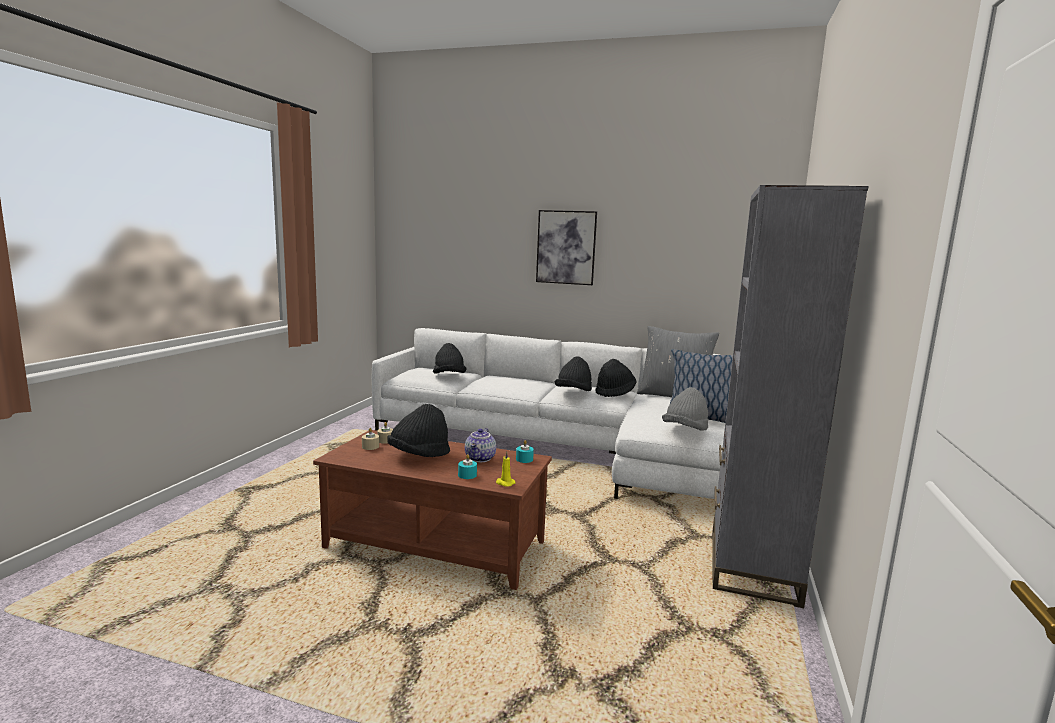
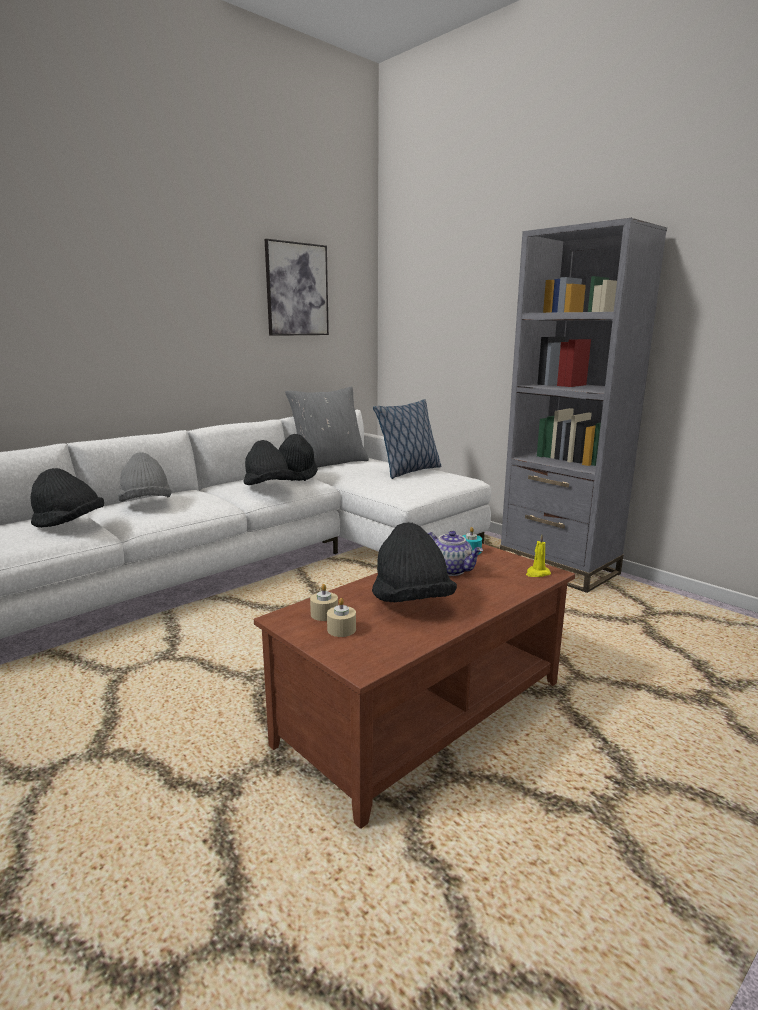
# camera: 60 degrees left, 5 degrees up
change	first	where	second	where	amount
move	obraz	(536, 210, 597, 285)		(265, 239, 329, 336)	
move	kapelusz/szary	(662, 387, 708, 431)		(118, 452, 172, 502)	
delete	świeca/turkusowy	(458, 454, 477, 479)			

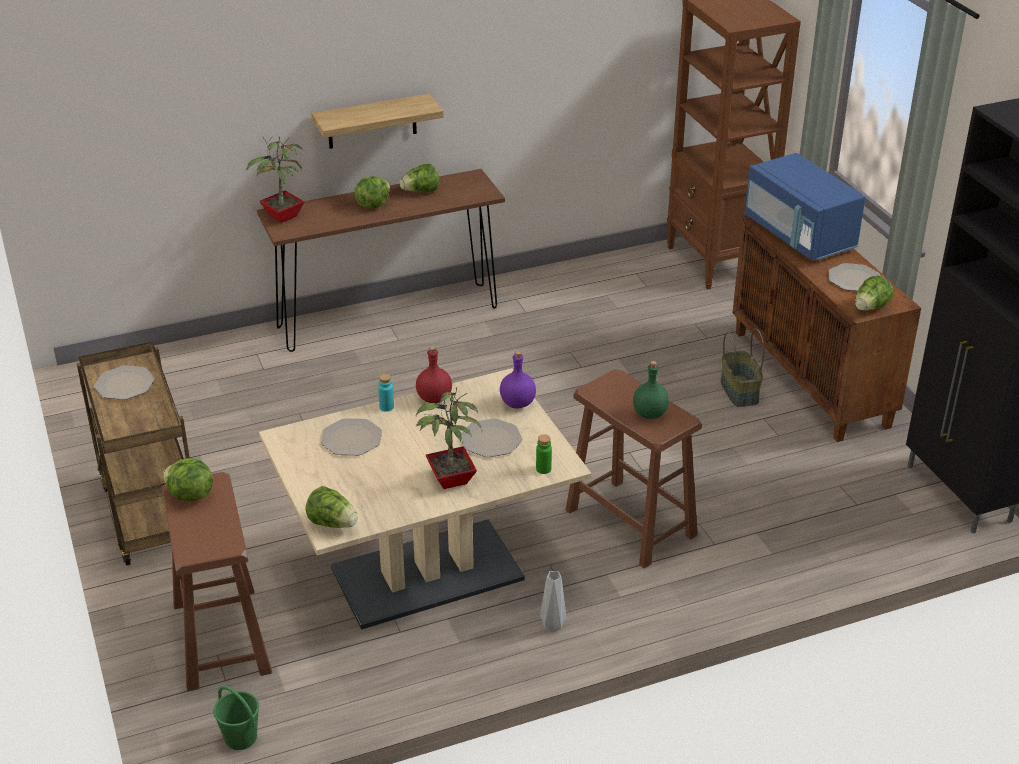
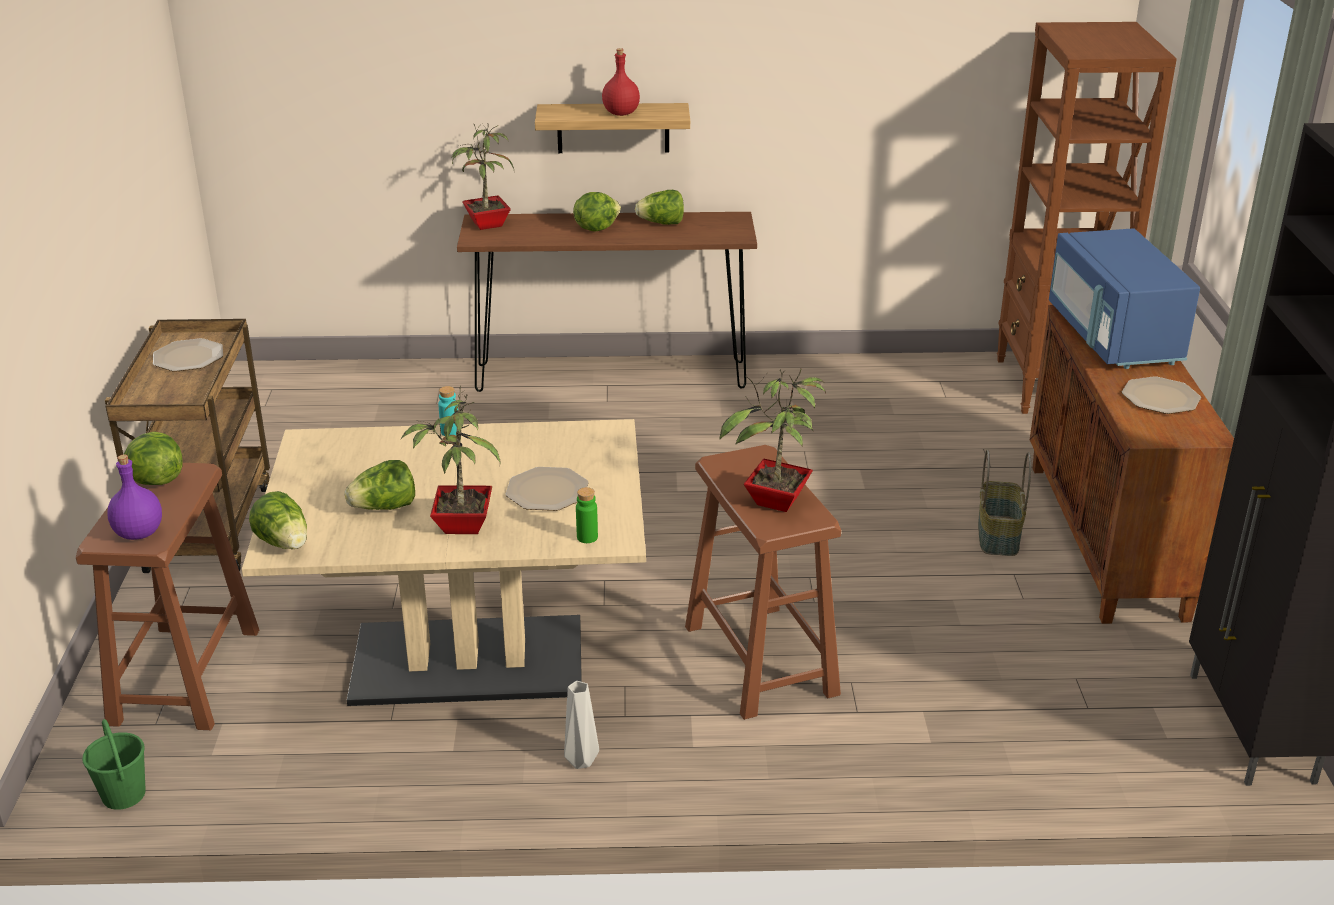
# camera: 20 degrees right, 5 degrees down
change	first	where	second	where	amount
move	sałata	(855, 276, 894, 311)		(344, 460, 415, 510)	
move	butelka/czerwony	(416, 346, 452, 403)		(602, 48, 640, 116)	
move	butelka/fioletowy	(500, 351, 536, 409)		(107, 454, 162, 540)	
replace	butelka/zielony	(633, 361, 669, 419)	roślina doniczkowa	(719, 368, 826, 512)	
delete	talerz	(321, 418, 382, 455)			

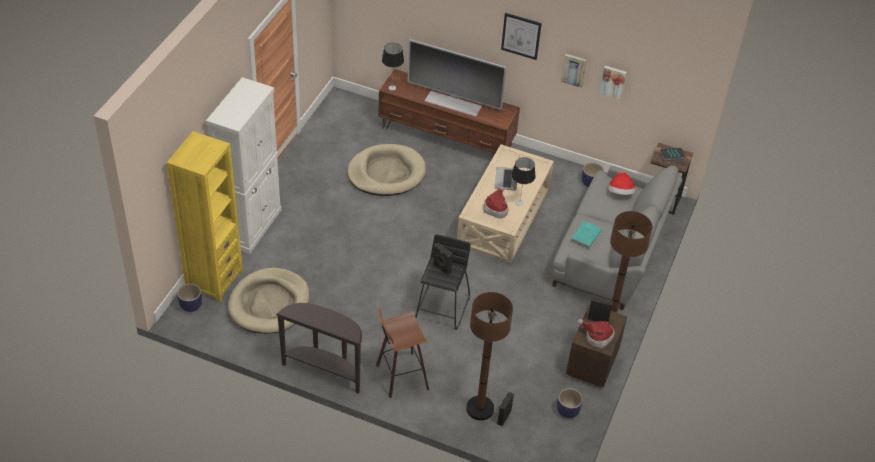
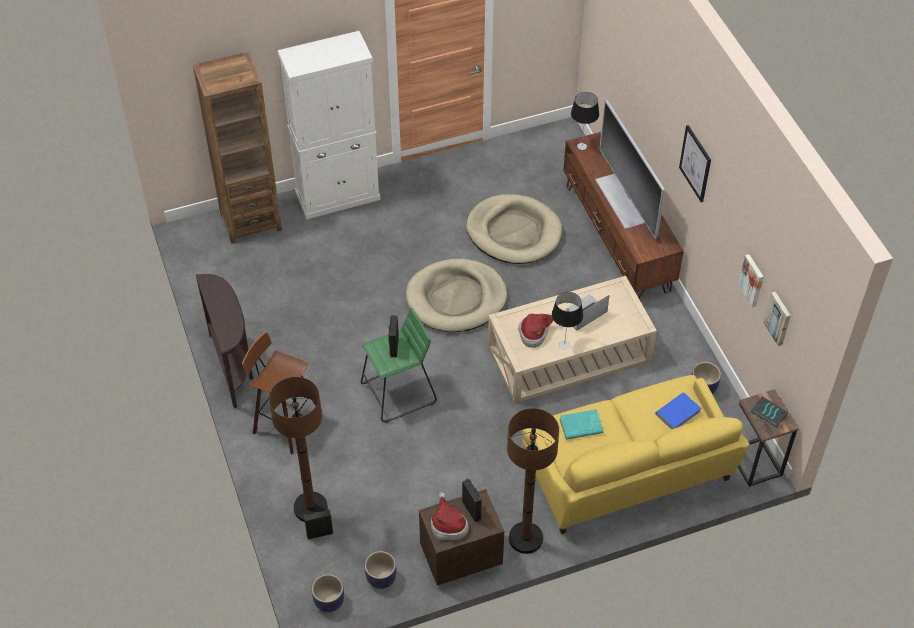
# camera: 50 degrees right, 5 degrees up
change	first	where	second	where	amount
move	obraz	(561, 54, 587, 88)		(763, 292, 791, 346)	
recolor	regał/żółty	(167, 131, 243, 303)	regał/brązowy	(193, 52, 282, 244)	
recolor	kanapa/szary	(552, 165, 683, 310)	kanapa/żółty	(522, 375, 750, 534)	
replace	kapelusz	(608, 172, 635, 195)	książka/niebieski	(655, 393, 701, 430)	
recolor	stołek/czarny	(415, 234, 470, 330)	stołek/zielony	(361, 308, 437, 423)	
move	legowisko/beżowy	(228, 268, 310, 334)		(406, 259, 507, 332)	
move	donica	(177, 283, 202, 312)		(312, 574, 344, 612)	

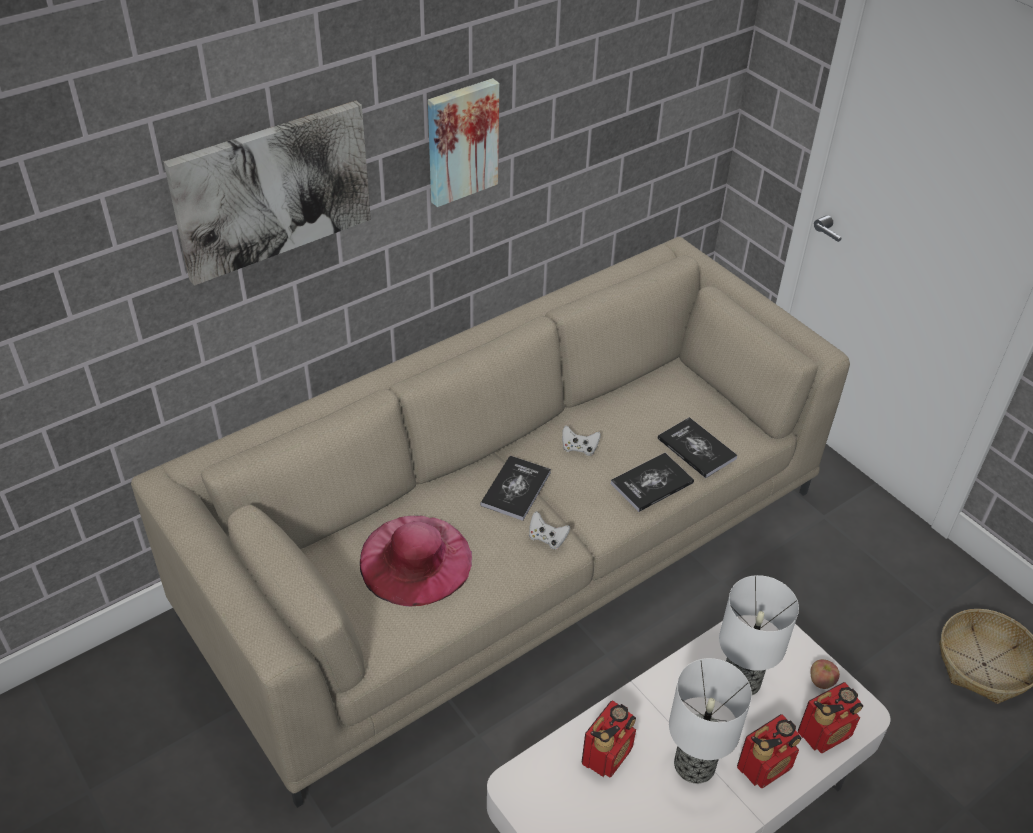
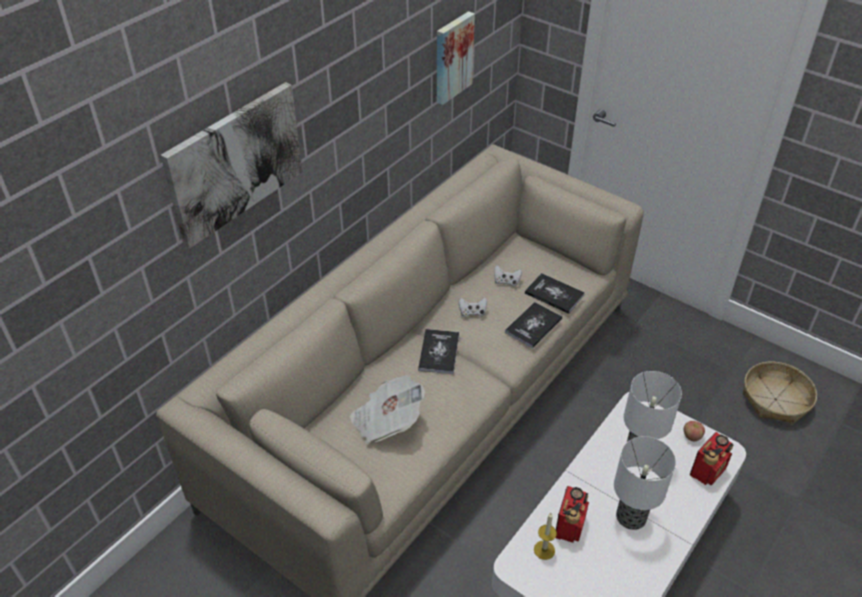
# camera: 15 degrees left, 0 degrees up
change	first	where	second	where	amount
move	obraz	(428, 78, 499, 207)		(437, 11, 475, 105)	
move	pad do gier/biały	(529, 511, 570, 549)		(494, 265, 522, 287)	
replace	kapelusz/różowy	(360, 516, 472, 606)	gazeta	(350, 375, 426, 444)	
delete	radio	(737, 714, 802, 788)			
insert			świeca	(534, 513, 557, 560)	

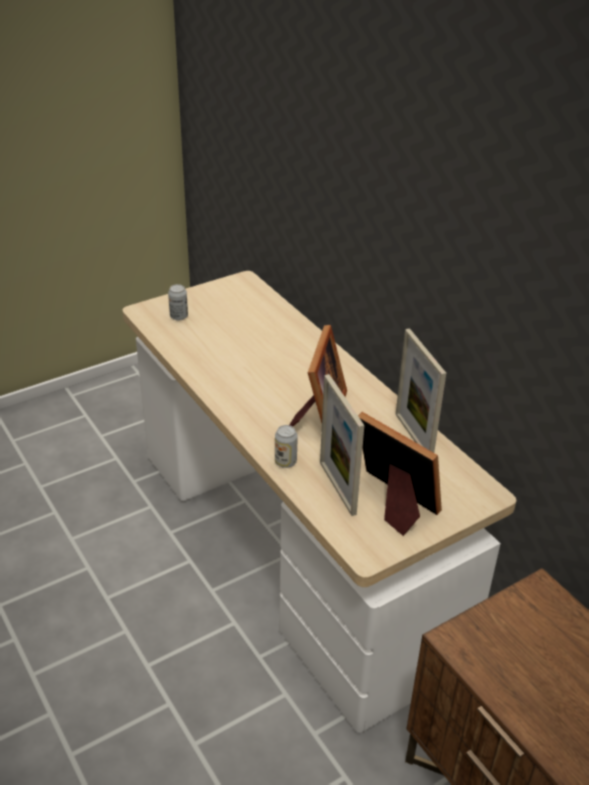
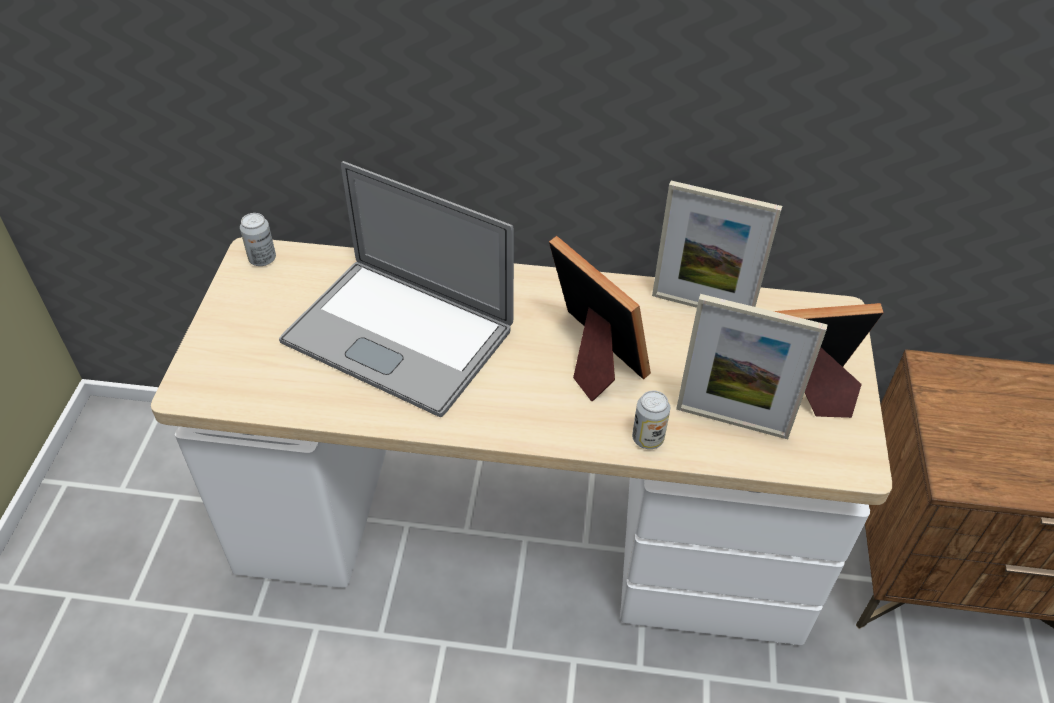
# camera: 50 degrees left, 10 degrees up
change	first	where	second	where	amount
move	puszka	(168, 284, 188, 321)		(240, 213, 276, 266)	
insert			laptop	(279, 161, 514, 417)	

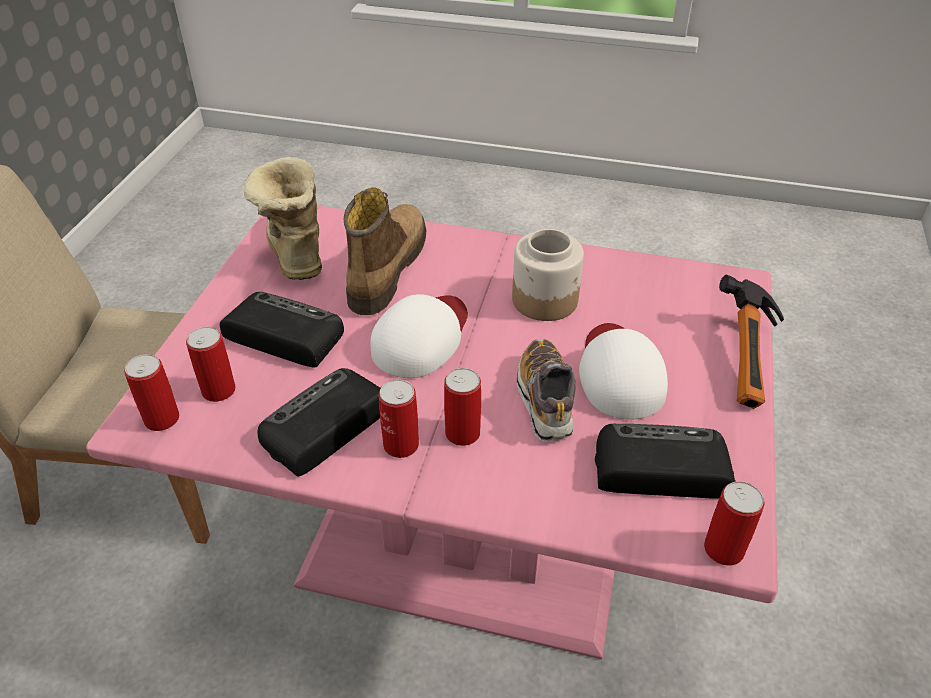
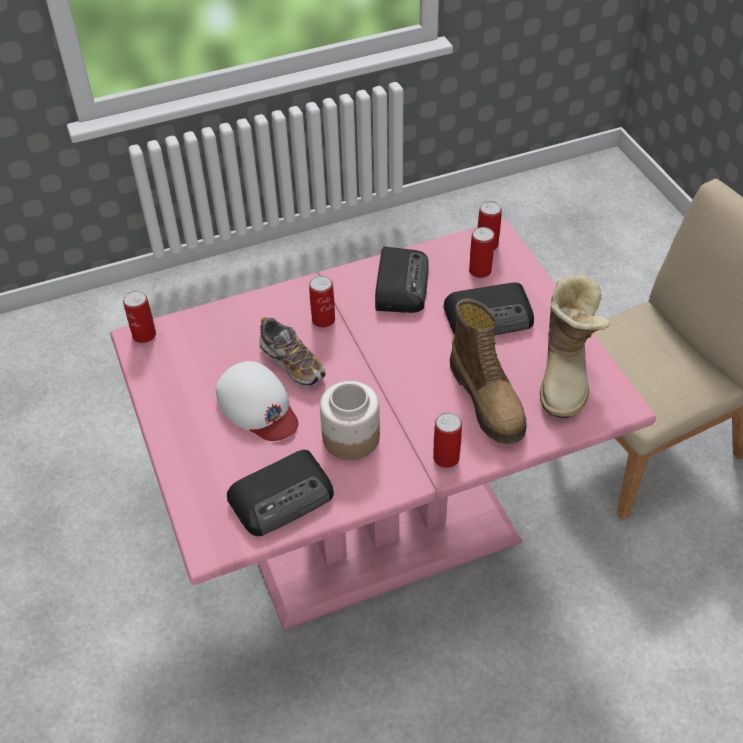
# camera: 145 degrees right, 5 degrees up
change	first	where	second	where	amount
rotate	but z cholewką	(244, 157, 322, 280)		(540, 273, 610, 418)	60 degrees clockwise
delete	młotek	(719, 274, 784, 409)			
delete	czapka z daszkiem/biały	(370, 294, 468, 378)			
move	puszka	(378, 379, 419, 458)		(433, 412, 462, 468)	
move	radio	(595, 424, 735, 499)		(227, 450, 334, 536)	

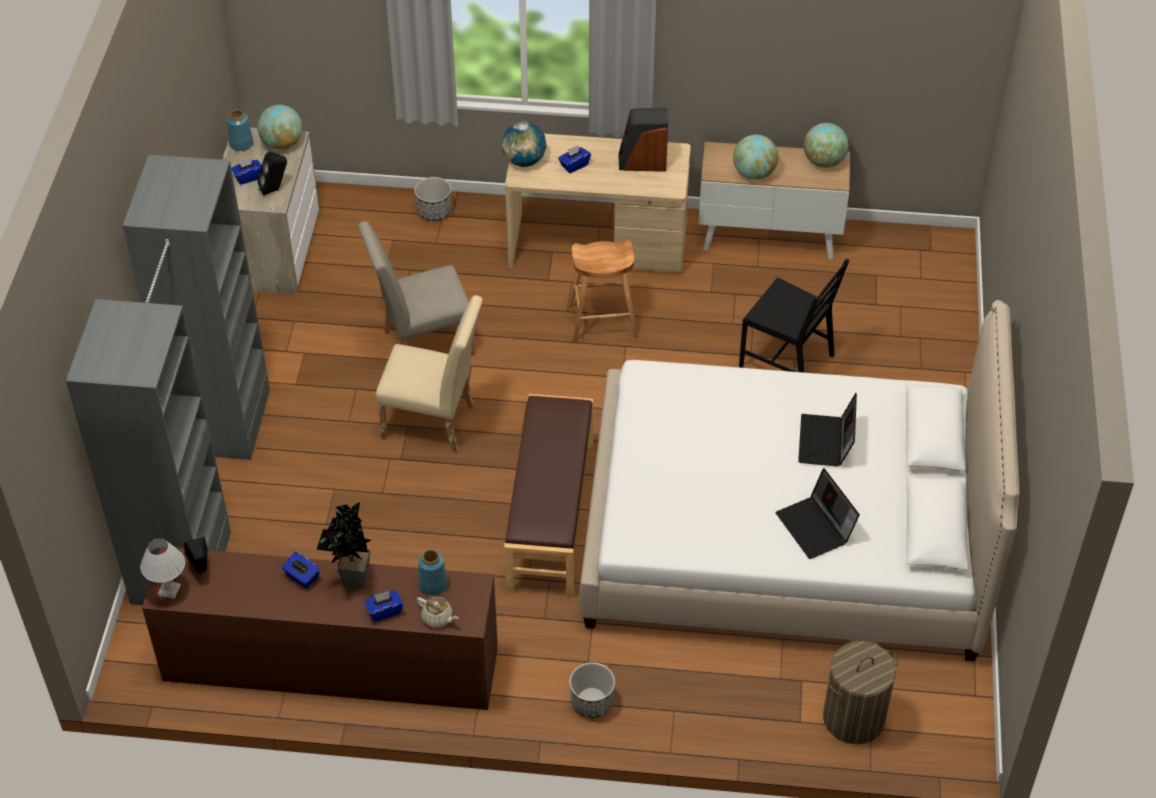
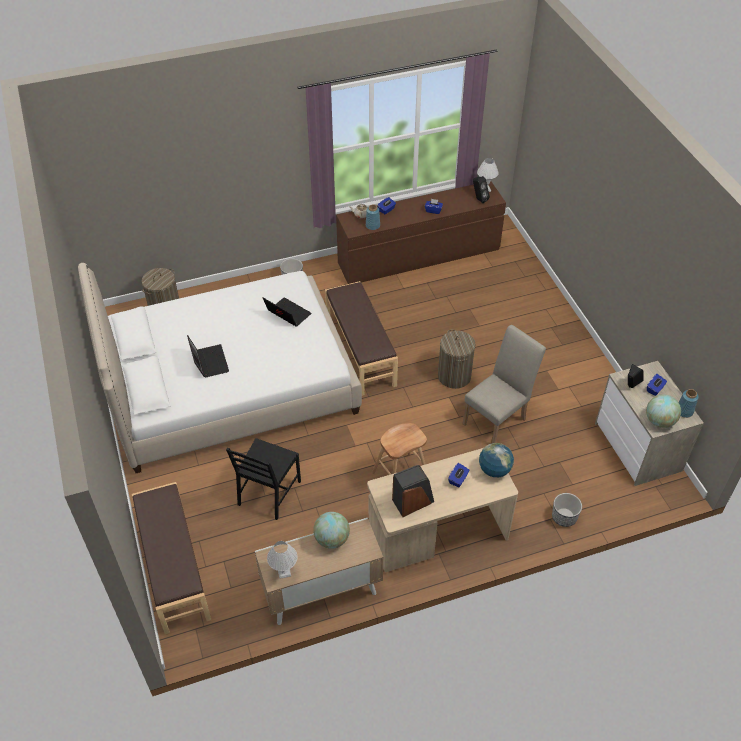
# camera: 155 degrees right, 0 degrees up
change	first	where	second	where	amount
replace	globus	(804, 123, 849, 168)	lampa stołowa/biały	(267, 541, 297, 579)	
delete	szafa/szary	(66, 155, 270, 605)			
rotate	krzesło/czarny	(739, 258, 849, 373)		(226, 438, 301, 520)	75 degrees counterclockwise
replace	krzesło/beżowy	(376, 295, 483, 452)	kosz na pranie	(438, 329, 475, 389)	
move	laptop	(775, 468, 860, 559)		(263, 297, 312, 327)	
delete	roślina doniczkowa	(316, 503, 371, 589)			
insert			ławka/brązowy	(132, 482, 211, 634)	

